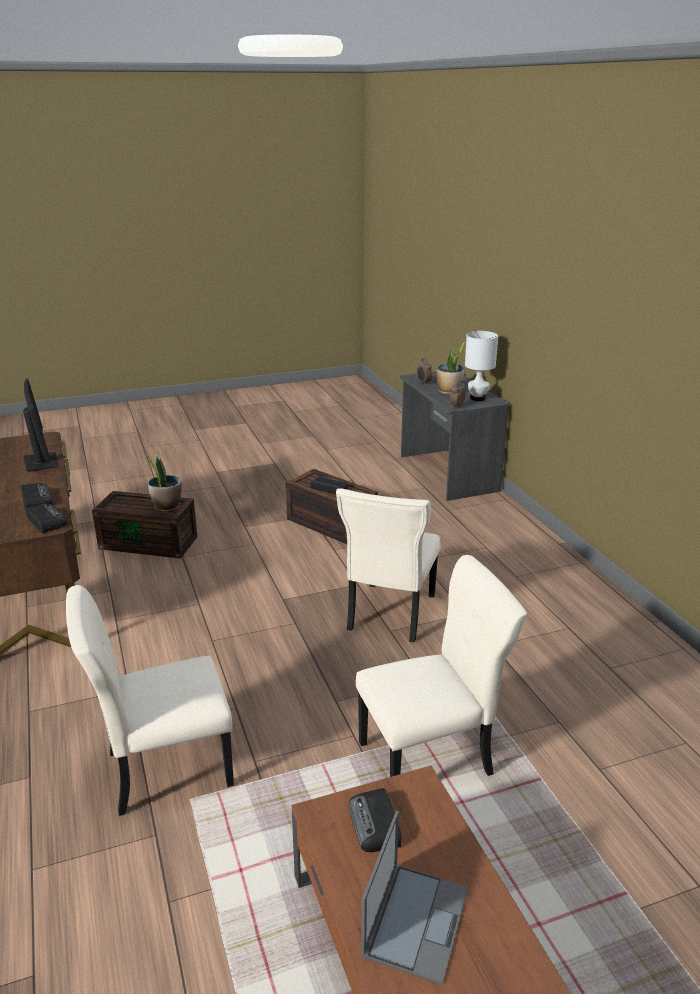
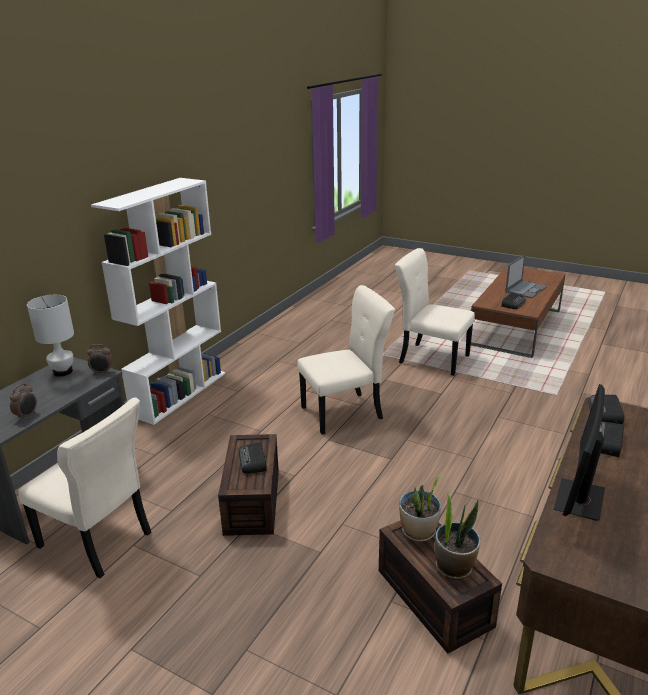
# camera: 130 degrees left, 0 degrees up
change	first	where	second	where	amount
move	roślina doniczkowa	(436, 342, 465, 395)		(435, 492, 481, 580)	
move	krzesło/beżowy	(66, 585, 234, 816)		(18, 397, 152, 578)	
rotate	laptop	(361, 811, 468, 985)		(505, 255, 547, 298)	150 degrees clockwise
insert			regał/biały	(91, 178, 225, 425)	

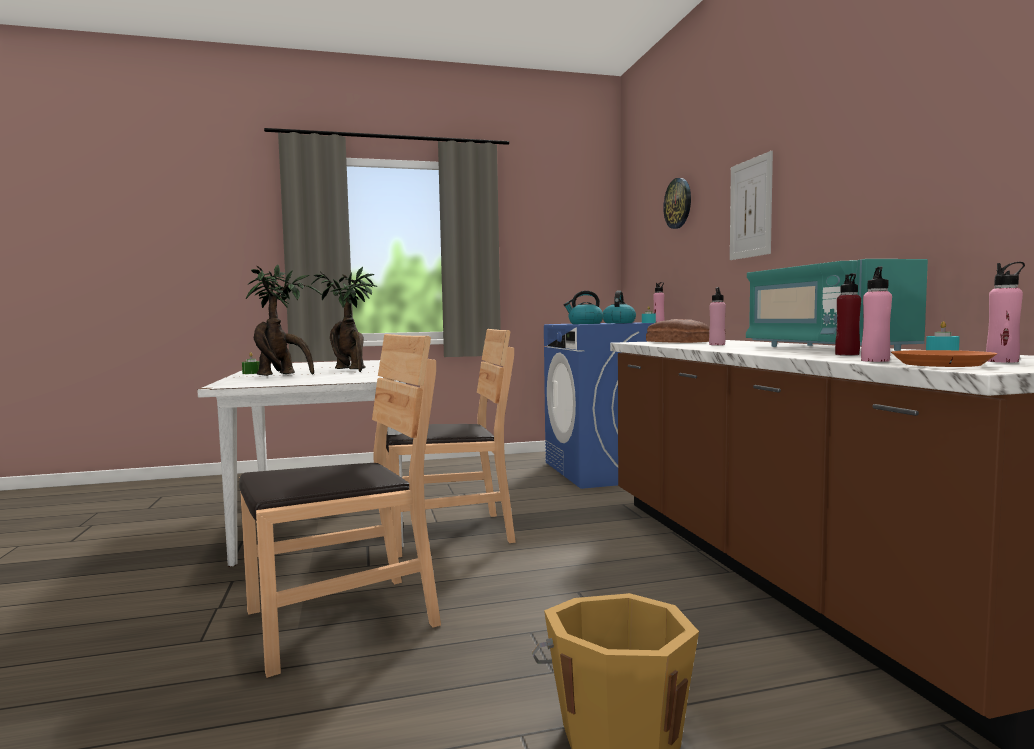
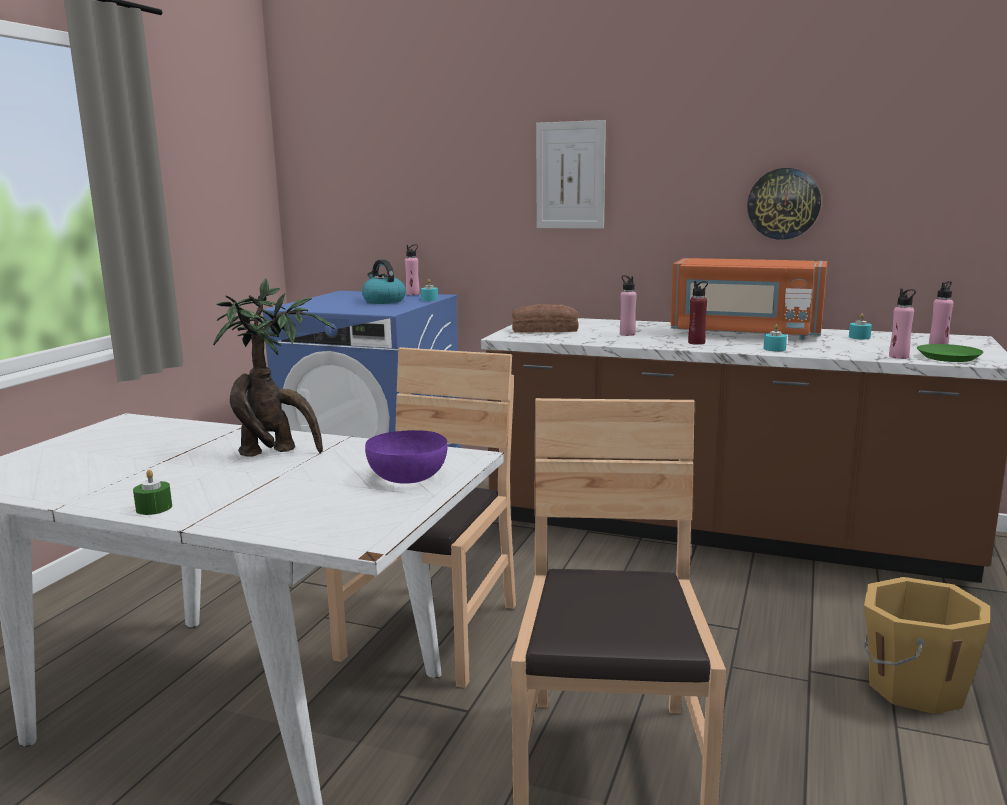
# camera: 55 degrees left, 10 degrees up
change	first	where	second	where	amount
move	zegar ścienny	(663, 178, 691, 229)		(747, 168, 821, 240)	
recolor	mikrofalówka/turkusowy	(746, 259, 928, 351)	mikrofalówka/pomarańczowy	(671, 258, 827, 340)	
delete	roślina doniczkowa	(246, 265, 323, 376)			
move	butelka/czerwony	(835, 273, 861, 355)		(688, 281, 708, 345)	
delete	czajnik	(564, 291, 603, 324)			
recolor	talerz/pomarańczowy	(891, 350, 997, 367)	talerz/zielony	(917, 344, 984, 362)	
insert			świeca/turkusowy	(763, 324, 787, 351)	
insert			miska/fioletowy	(365, 430, 448, 484)	

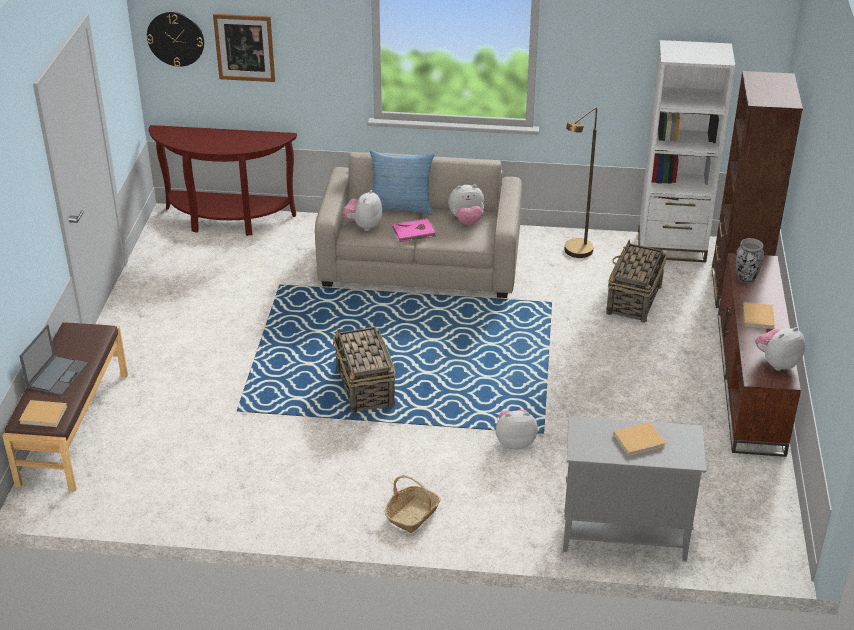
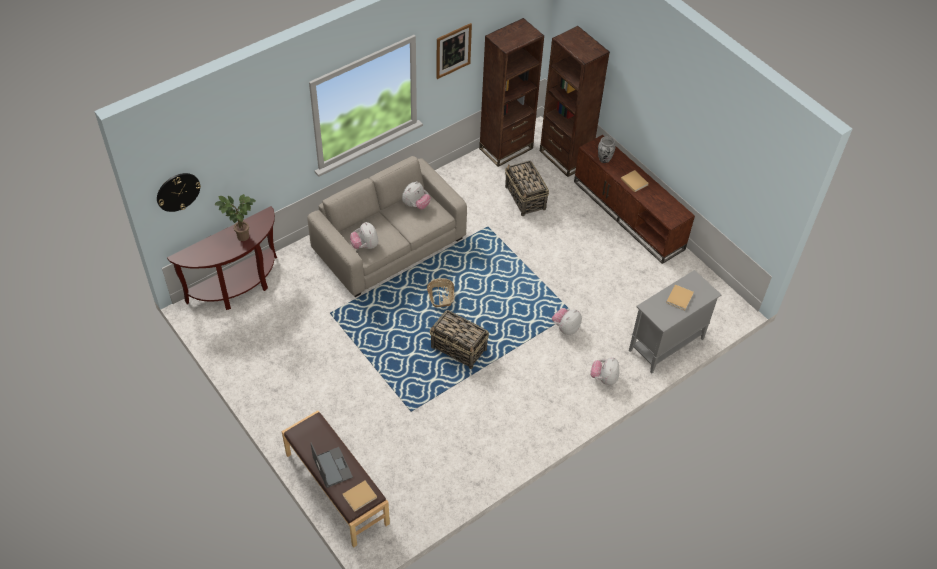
# camera: 45 degrees left, 15 degrees up
change	first	where	second	where	amount
move	obraz	(213, 14, 275, 82)		(436, 23, 472, 79)	
recolor	regał/biały	(638, 40, 735, 262)	regał/brązowy	(479, 18, 544, 167)	
delete	lampa stojąca/brązowy	(564, 107, 597, 258)			
delete	poduszka	(370, 150, 435, 215)			
delete	książka/różowy	(392, 219, 437, 242)			
move	pluszak	(755, 327, 805, 371)		(590, 358, 619, 385)	
move	koszyk	(385, 475, 441, 533)		(427, 278, 455, 307)	
insert			roślina doniczkowa	(214, 194, 256, 241)	

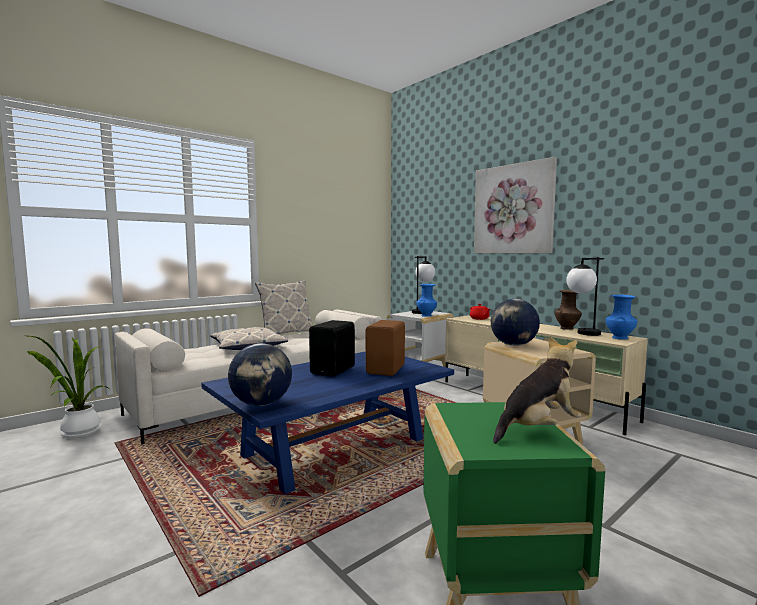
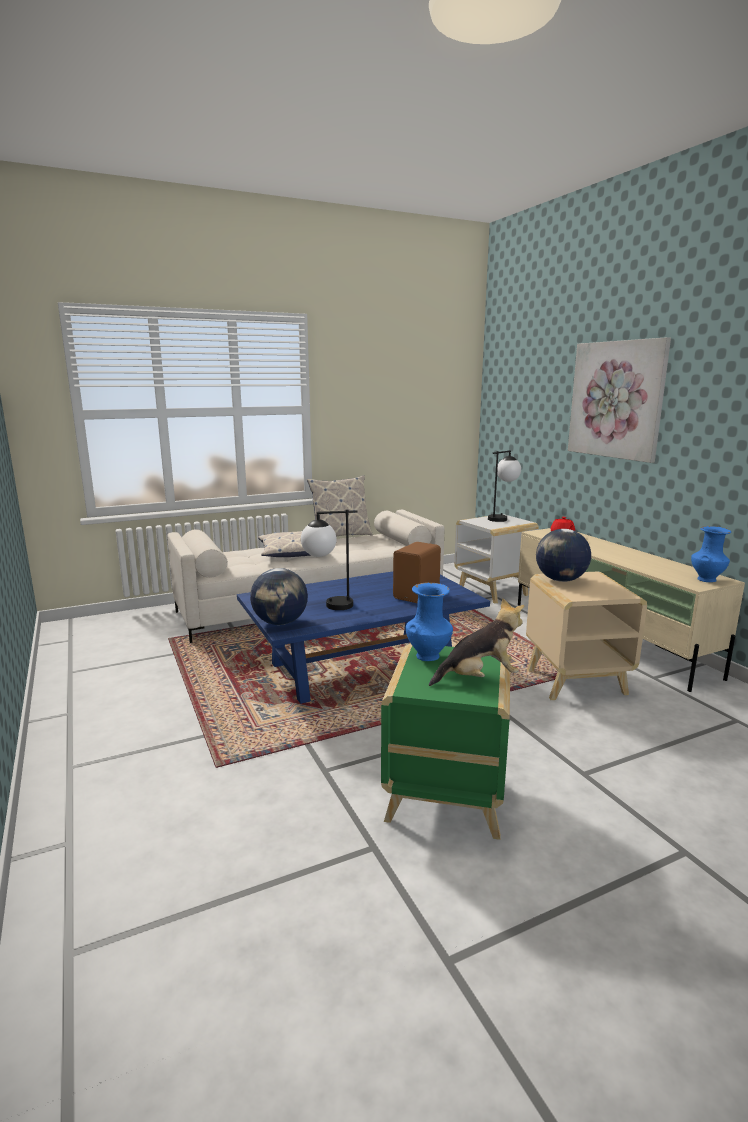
# camera: 15 degrees right, 10 degrees up
change	first	where	second	where	amount
move	lampa stołowa	(566, 257, 604, 336)		(301, 510, 357, 610)	
move	wazon/niebieski	(416, 284, 437, 317)		(406, 583, 453, 661)	
delete	wazon/brązowy	(555, 290, 582, 330)			
delete	głośnik/czarny	(309, 320, 355, 377)			
delete	roślina doniczkowa	(27, 336, 110, 438)			

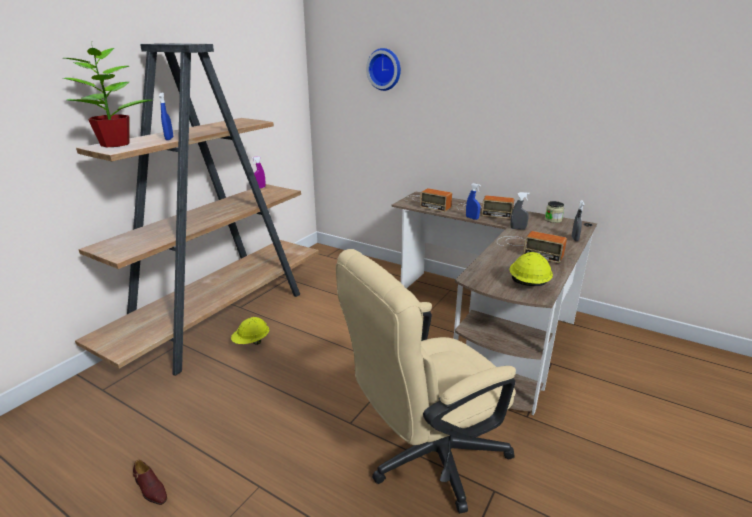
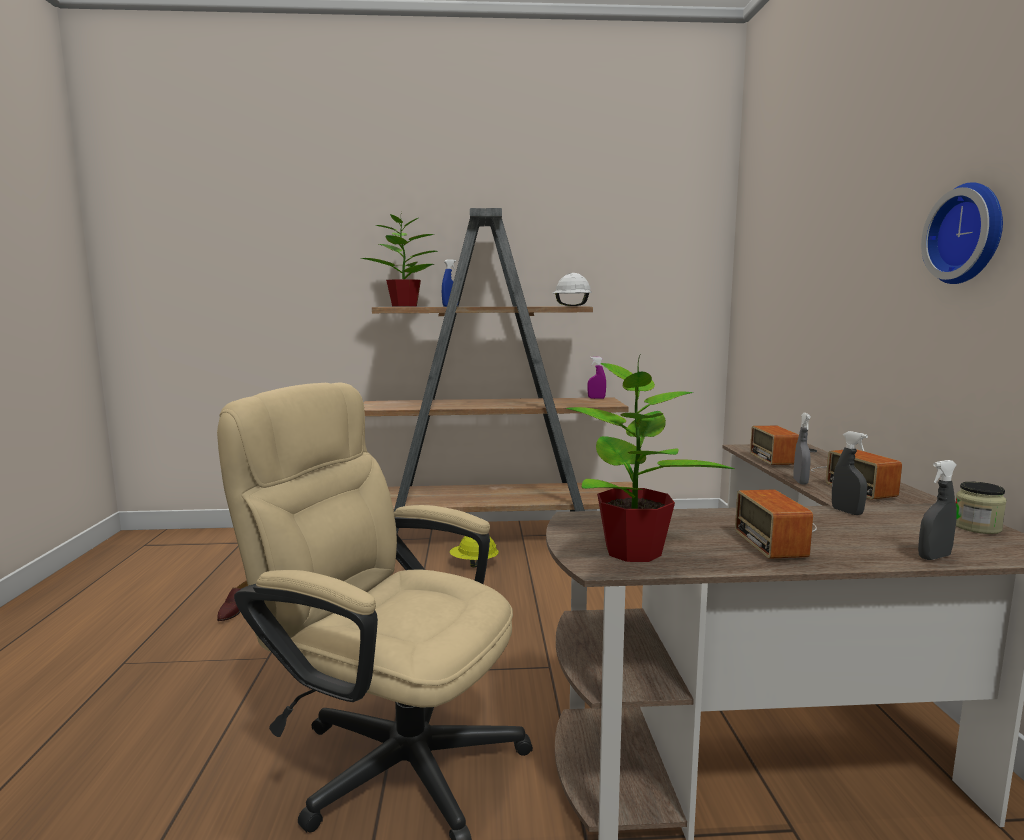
# camera: 55 degrees right, 15 degrees down
change	first	where	second	where	amount
move	zegar ścienny	(366, 48, 401, 91)		(921, 182, 1003, 284)	
recolor	spryskiwacz/niebieski	(466, 183, 481, 220)	spryskiwacz/szary	(793, 413, 811, 485)	
replace	kask/żółty	(509, 252, 553, 286)	roślina doniczkowa	(566, 355, 734, 562)	
insert			kask/biały	(553, 273, 592, 306)	

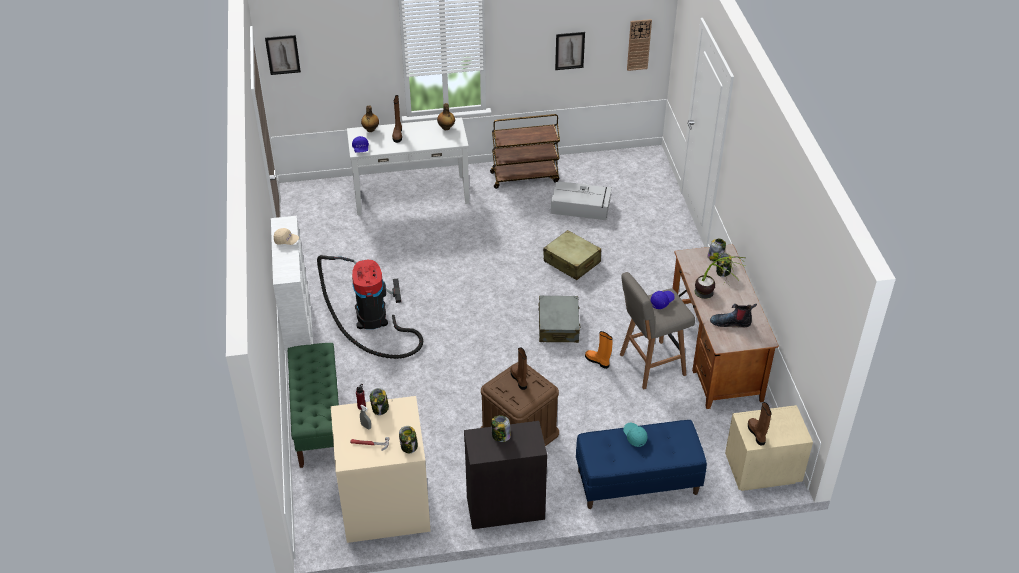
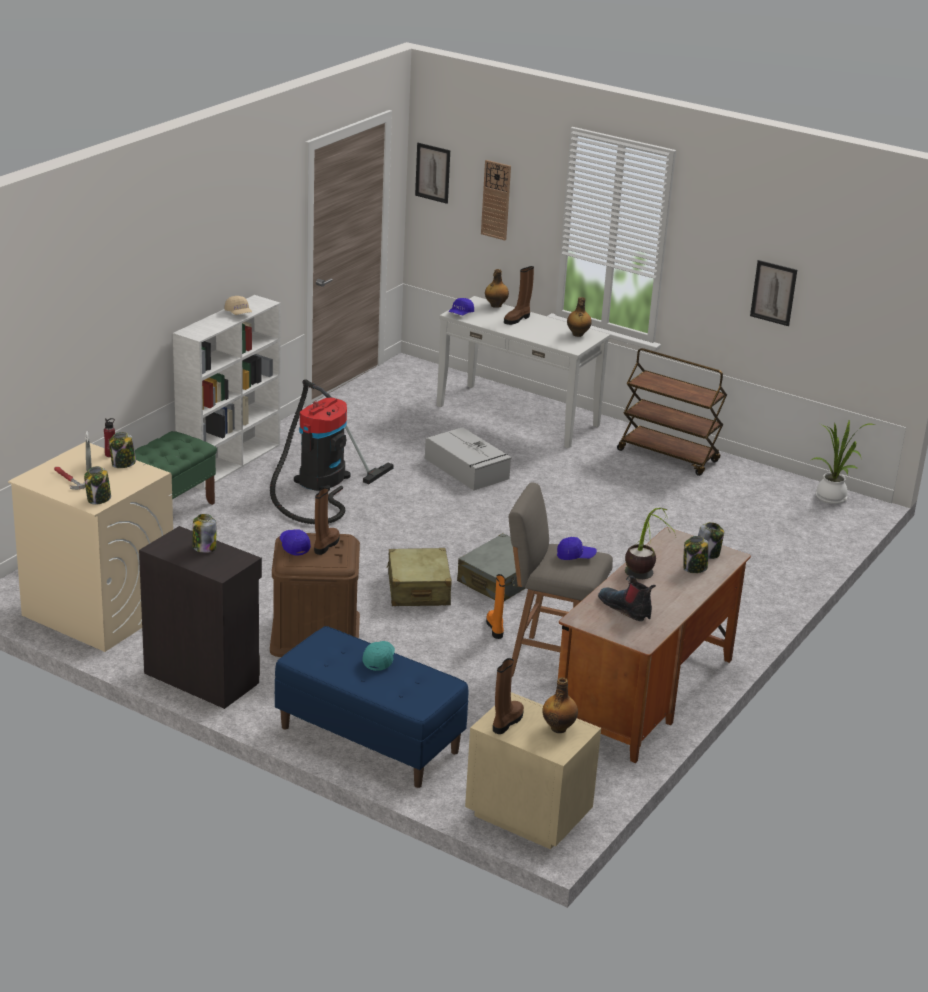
# camera: 40 degrees right, 15 degrees down
change	first	where	second	where	amount
move	zegar ścienny	(627, 19, 652, 71)		(481, 160, 511, 240)	
move	pojemnik do przechowywania/szary	(551, 181, 612, 220)		(425, 428, 512, 490)	
move	walizka/beżowy	(543, 230, 601, 280)		(386, 548, 452, 606)	
insert			roślina doniczkowa	(811, 420, 875, 504)	
insert			czapka z daszkiem/niebieski	(280, 529, 311, 556)	
insert			butelka	(542, 677, 578, 733)	

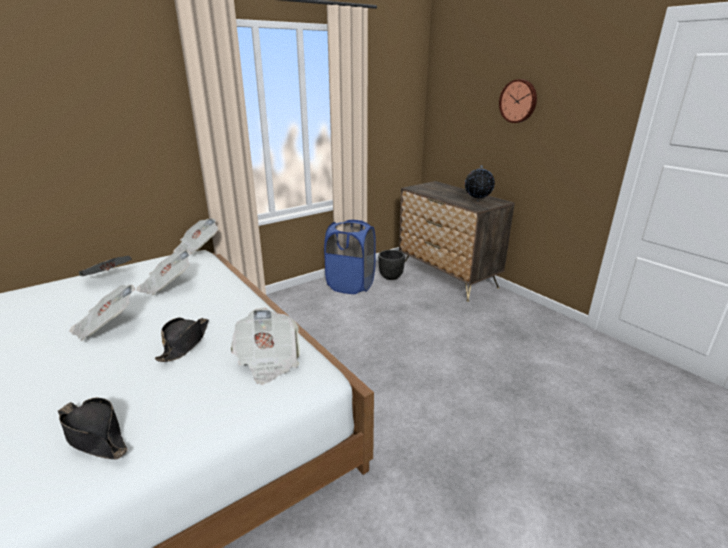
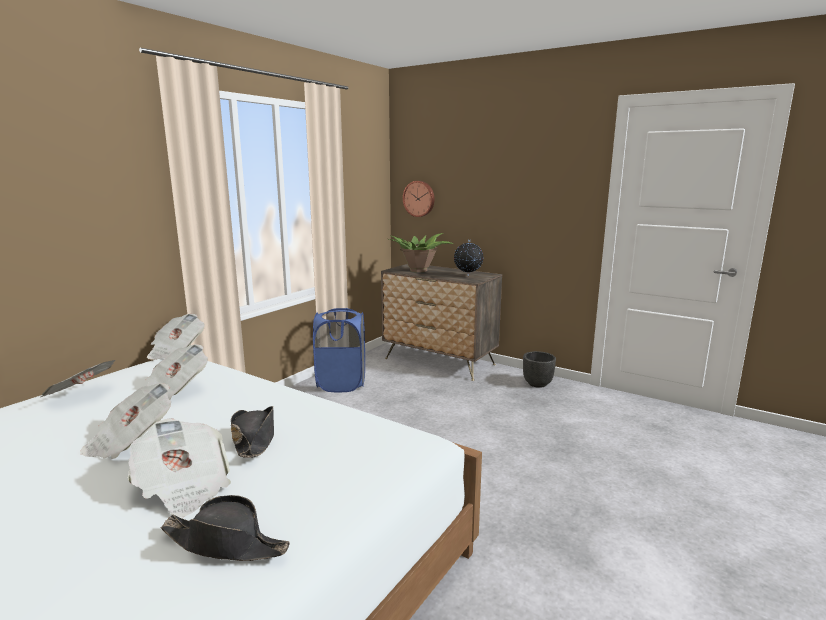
# camera: 20 degrees left, 10 degrees down
change	first	where	second	where	amount
move	zegar ścienny	(499, 79, 537, 123)		(403, 181, 435, 217)	
move	donica/czarny	(378, 250, 405, 280)		(523, 351, 556, 388)	
move	gazeta	(230, 308, 300, 384)		(127, 418, 231, 517)	
insert			roślina doniczkowa	(389, 233, 453, 273)	

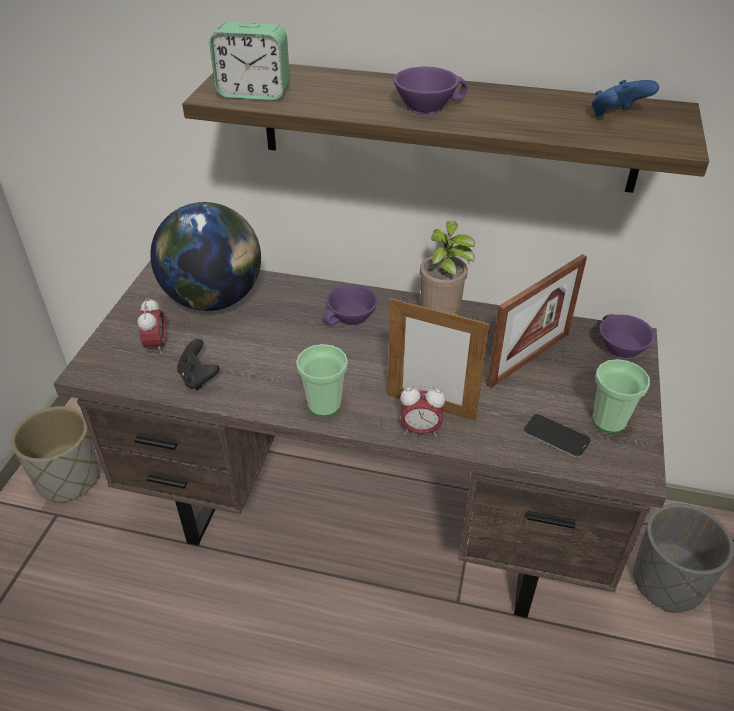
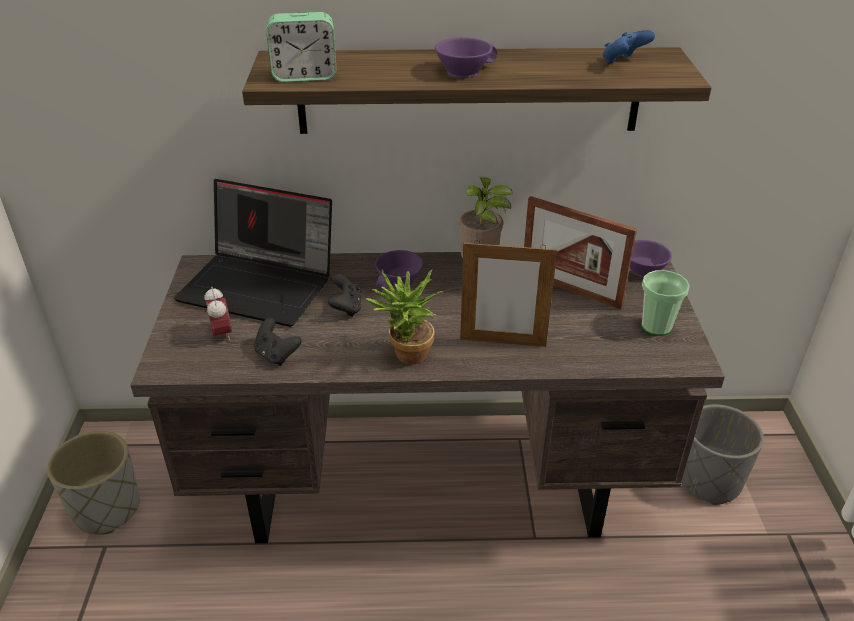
# camera: 15 degrees left, 5 degrees down
change	first	where	second	where	amount
replace	globus	(150, 202, 261, 311)	laptop	(174, 179, 332, 327)	
rotate	ramka na zdjęcie	(487, 254, 587, 388)		(524, 196, 637, 309)	90 degrees clockwise
replace	filiżanka	(296, 344, 348, 417)	roślina doniczkowa	(366, 269, 443, 364)	
delete	budzik	(400, 385, 445, 437)			
delete	telefon	(523, 414, 591, 458)			
insert			pad do gier/czarny	(328, 274, 362, 317)	

